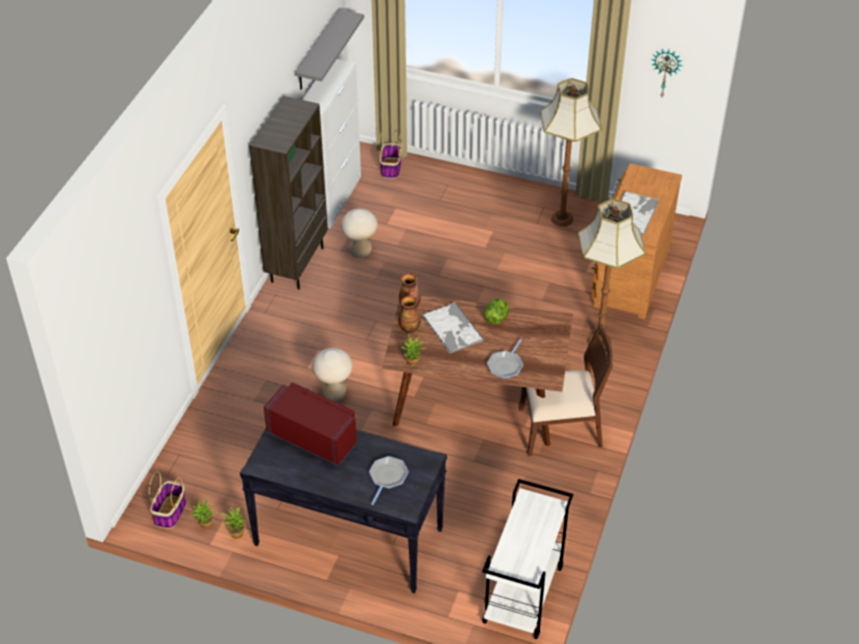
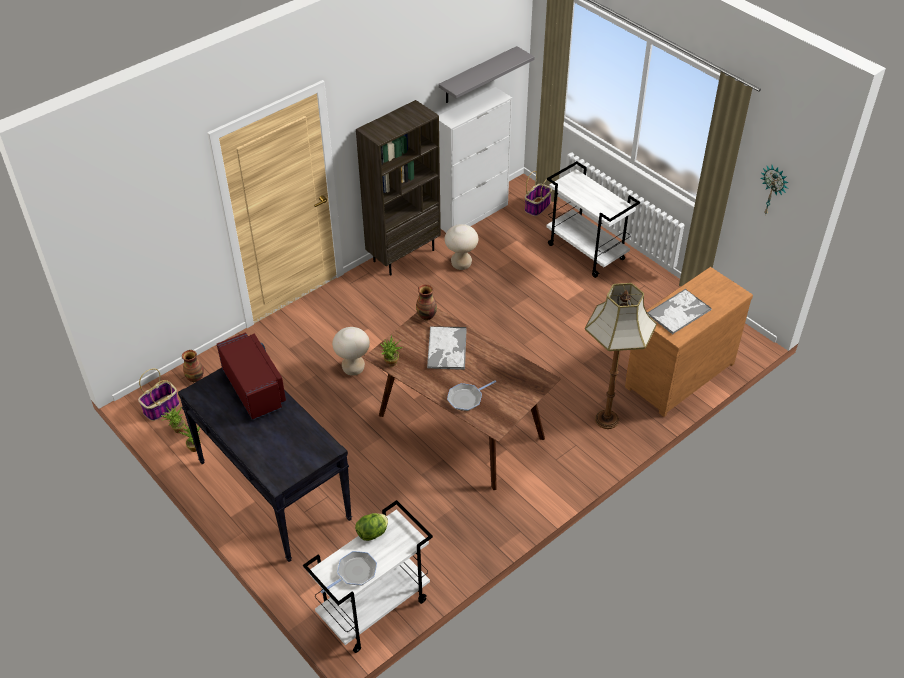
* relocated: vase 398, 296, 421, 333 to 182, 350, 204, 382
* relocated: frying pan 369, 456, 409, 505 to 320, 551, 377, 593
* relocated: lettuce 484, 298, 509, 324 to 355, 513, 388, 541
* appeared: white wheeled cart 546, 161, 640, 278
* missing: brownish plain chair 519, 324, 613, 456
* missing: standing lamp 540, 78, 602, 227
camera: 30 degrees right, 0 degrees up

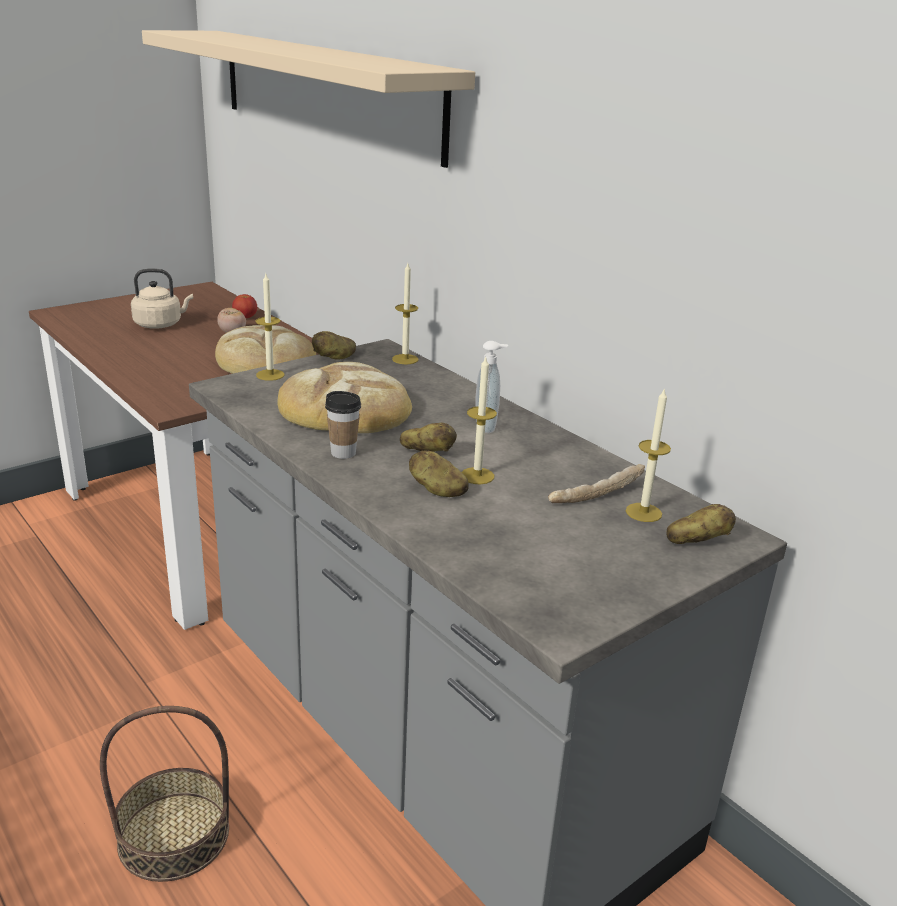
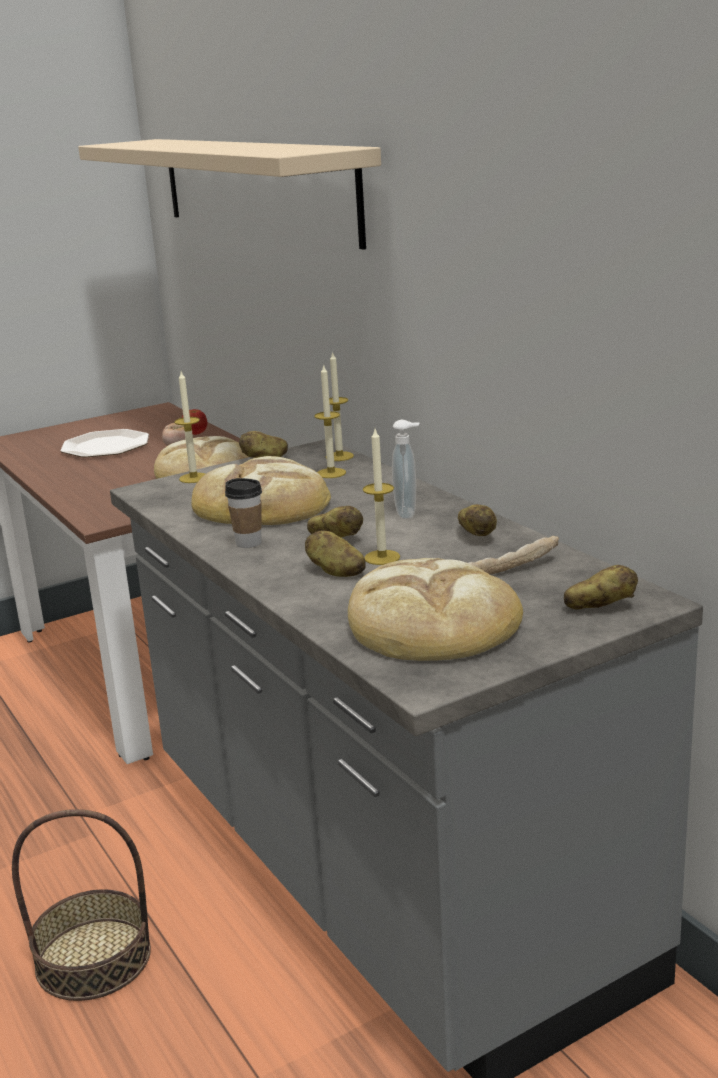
* exchanged: beige water kettle 131, 269, 193, 329 to flat dish 60, 429, 149, 457
* relocated: candle 626, 388, 671, 522 to 314, 364, 346, 478
* appeared: bread 348, 558, 523, 661
* appeared: whole potato 458, 504, 497, 536
camera: 10 degrees right, 5 degrees down

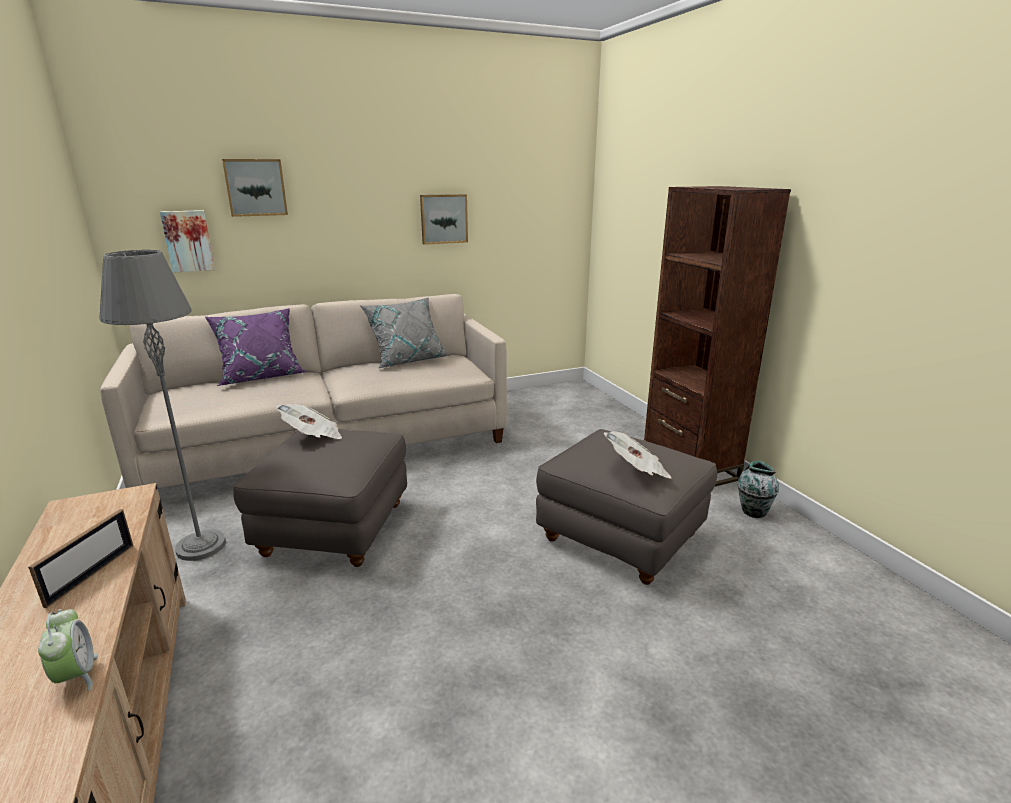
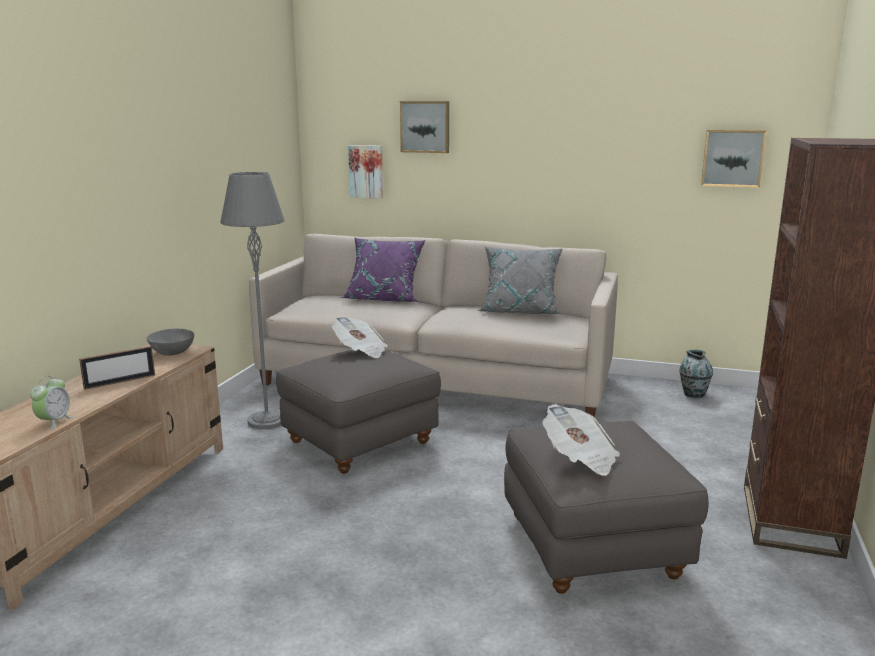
* appeared: greyish bowl 147, 329, 194, 355
* relocated: vase 738, 461, 779, 518 to 679, 350, 713, 398
* relocated: picture 420, 194, 468, 245 to 701, 130, 767, 188
camera: 40 degrees right, 5 degrees down

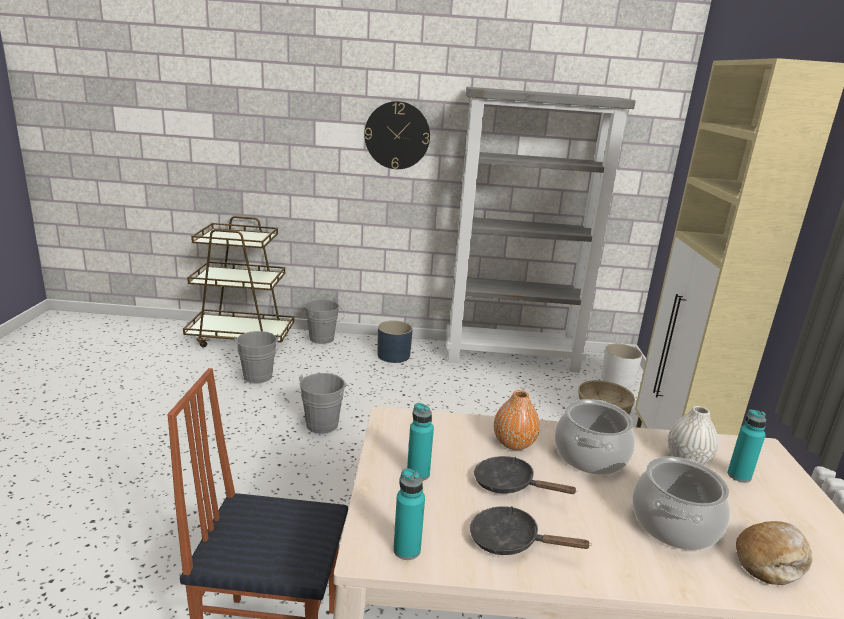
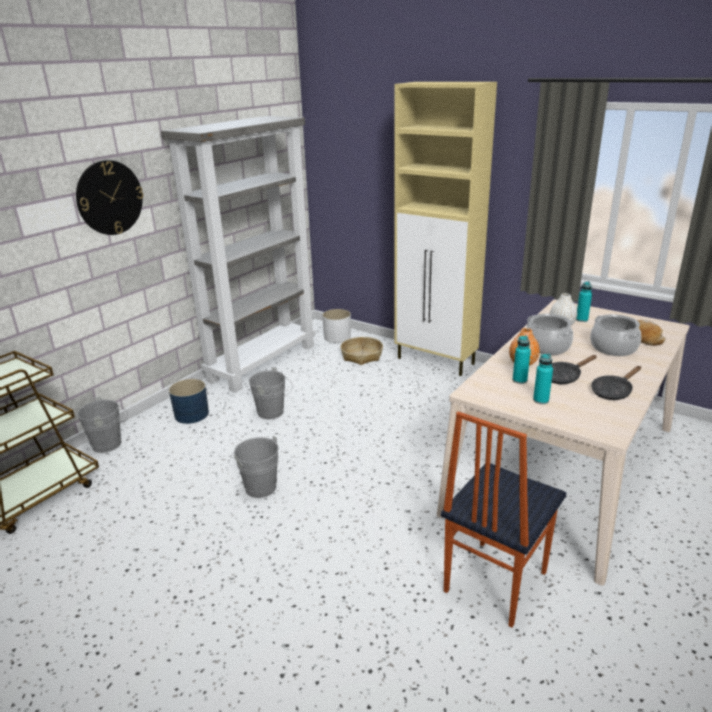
* relocated: greyish bucket 234, 331, 279, 383 to 249, 367, 292, 419
* relocated: blue-green bottle 393, 468, 425, 560 to 513, 336, 531, 384
camera: 55 degrees left, 5 degrees up

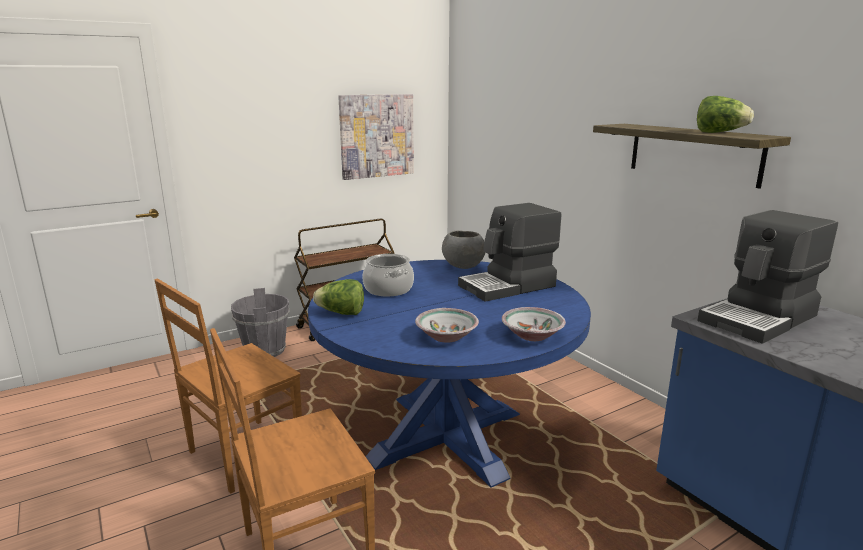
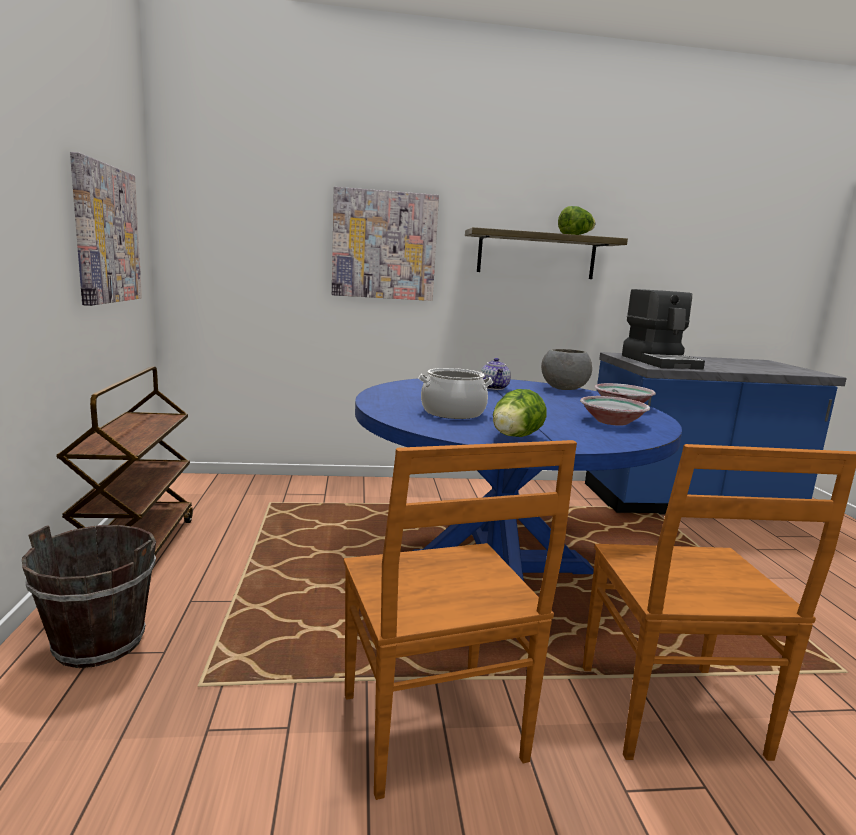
* colour: greyish bucket 231, 288, 289, 357 to brownish bucket 22, 525, 156, 668
* appeared: picture 332, 187, 439, 301
* exchanged: coffee maker 458, 203, 561, 302 to pot for tea 480, 358, 511, 390
* relocated: greyish bowl 442, 230, 486, 269 to 541, 349, 592, 390
camera: 65 degrees left, 5 degrees down

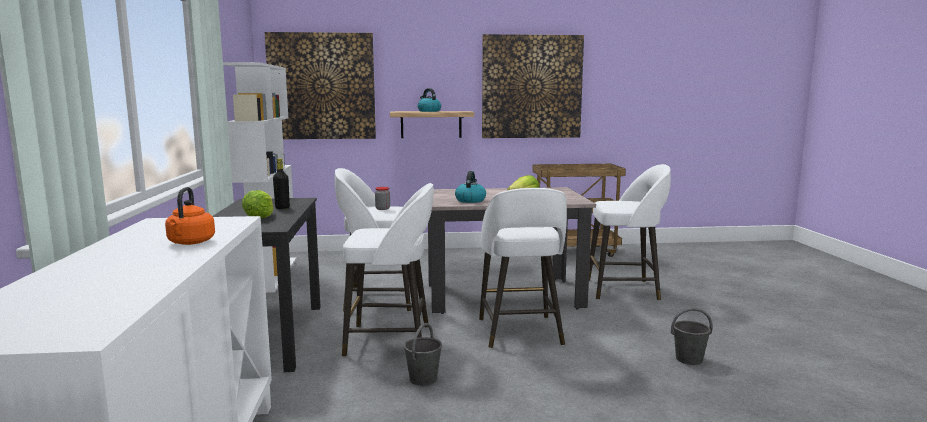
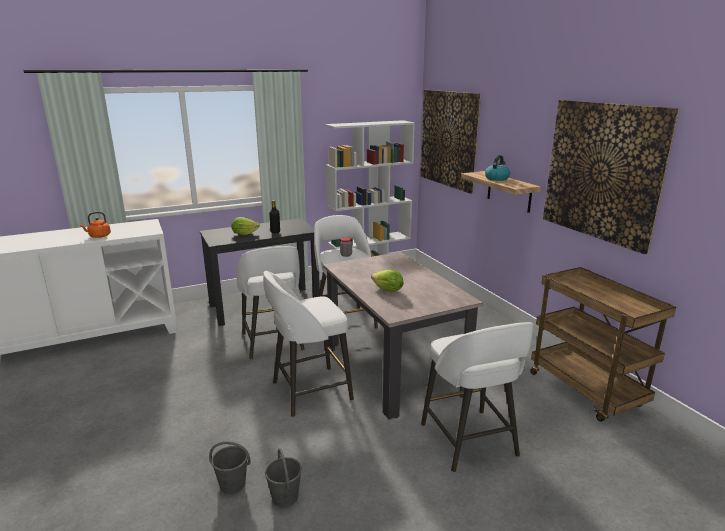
* relocated: greyish bucket 404, 323, 442, 386 to 209, 441, 251, 494
* missing: water kettle 455, 171, 486, 203
camera: 70 degrees right, 10 degrees up

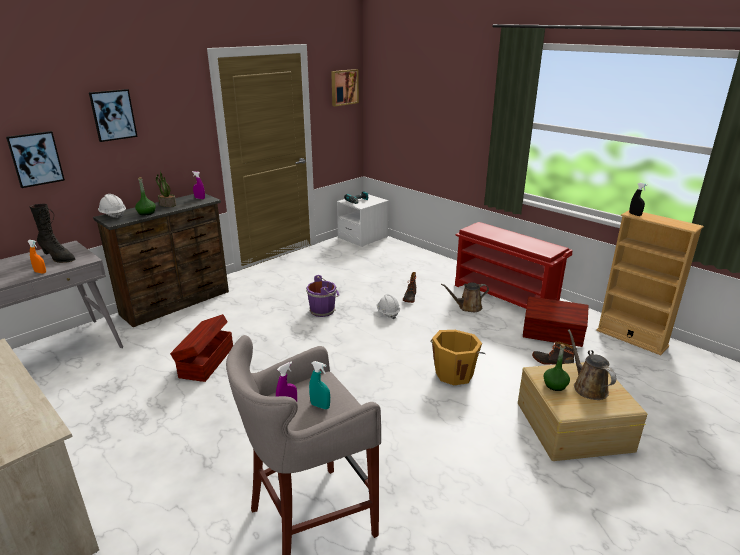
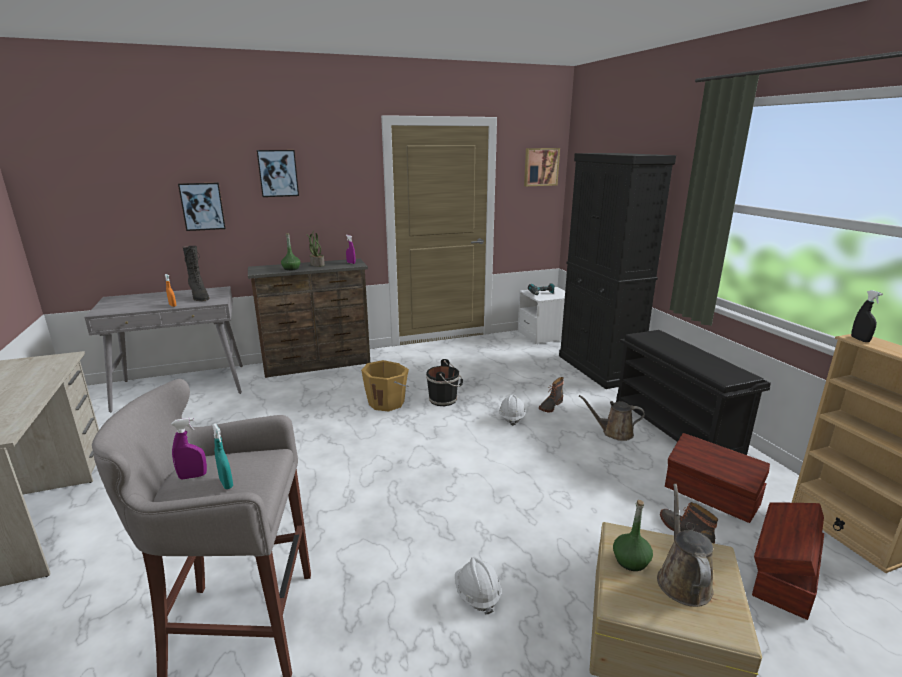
* relocated: orange-coloured bucket 430, 330, 485, 385 to 361, 360, 409, 412
* colour: purplish bucket 306, 275, 339, 317 to blackish bucket 426, 359, 463, 406
* relocated: white safety helmet 98, 194, 126, 219 to 455, 557, 501, 615
* appeared: blackish cabinet 559, 153, 676, 389
* colour: red shoe shelf 455, 222, 573, 309 to blackish shoe shelf 616, 330, 771, 455
* relocated: brownish storage container 170, 314, 233, 382 to 752, 502, 824, 620
camera: 25 degrees right, 5 degrees down

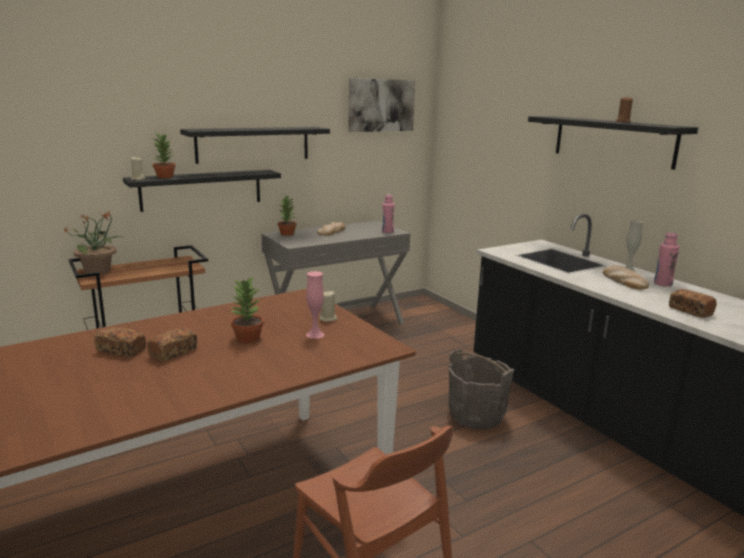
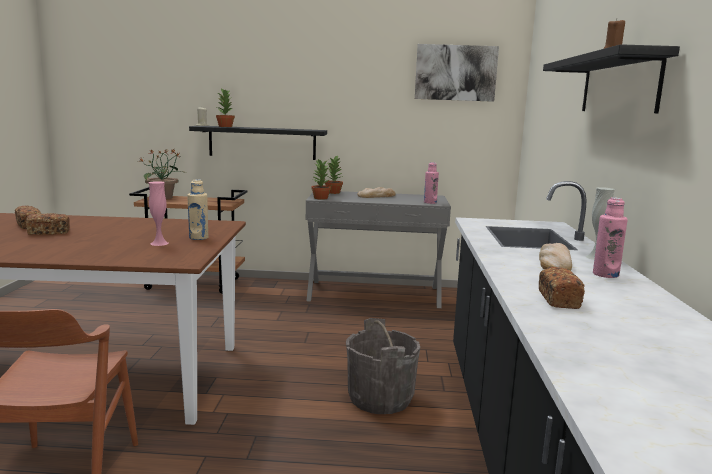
* exchanged: beige candle 320, 291, 337, 322 to beige bottle 187, 179, 209, 240
* relocated: houseplant 230, 276, 264, 343 to 311, 159, 331, 200
* missing: blackish bracket shelf 180, 127, 330, 164
camera: 35 degrees right, 5 degrees down

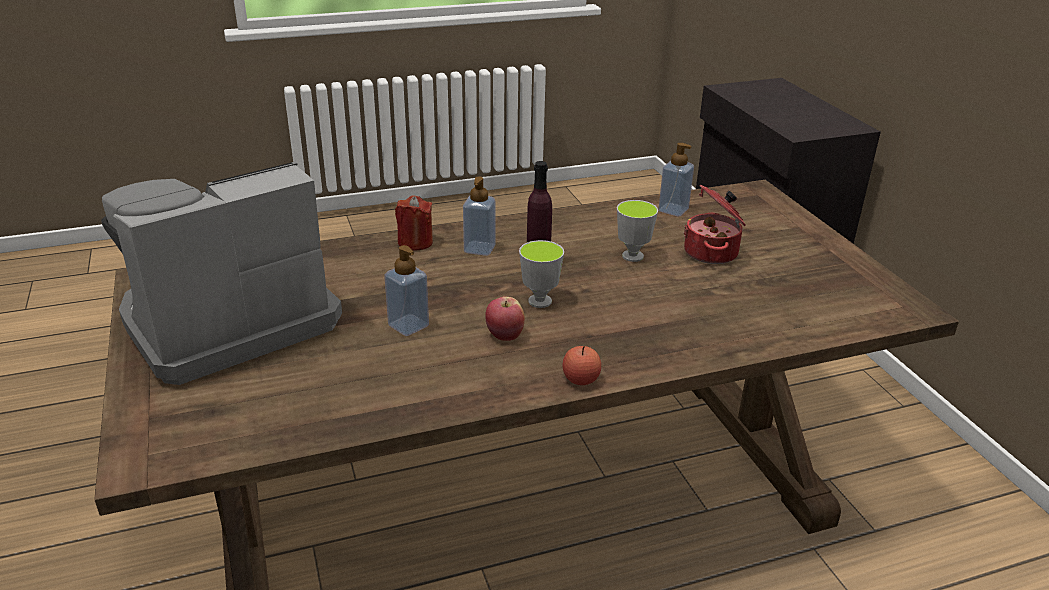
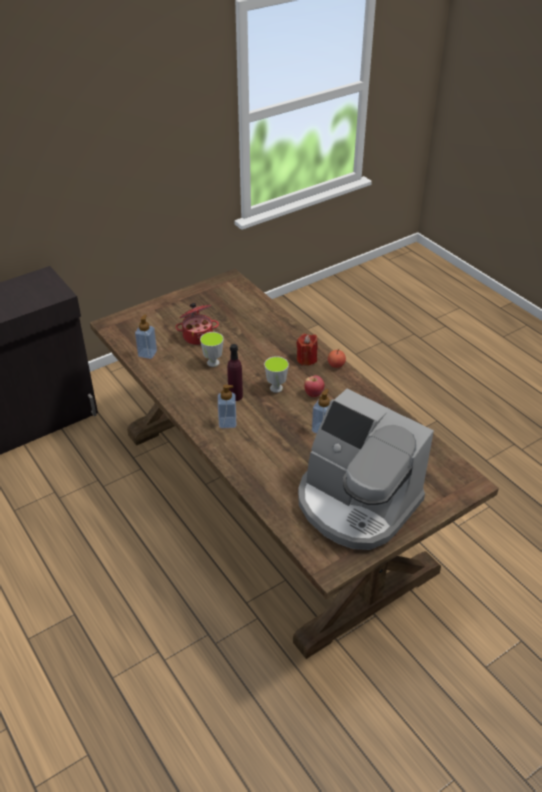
* relocated: red candle 395, 196, 433, 251 to 296, 334, 318, 366
camera: 105 degrees left, 10 degrees up

